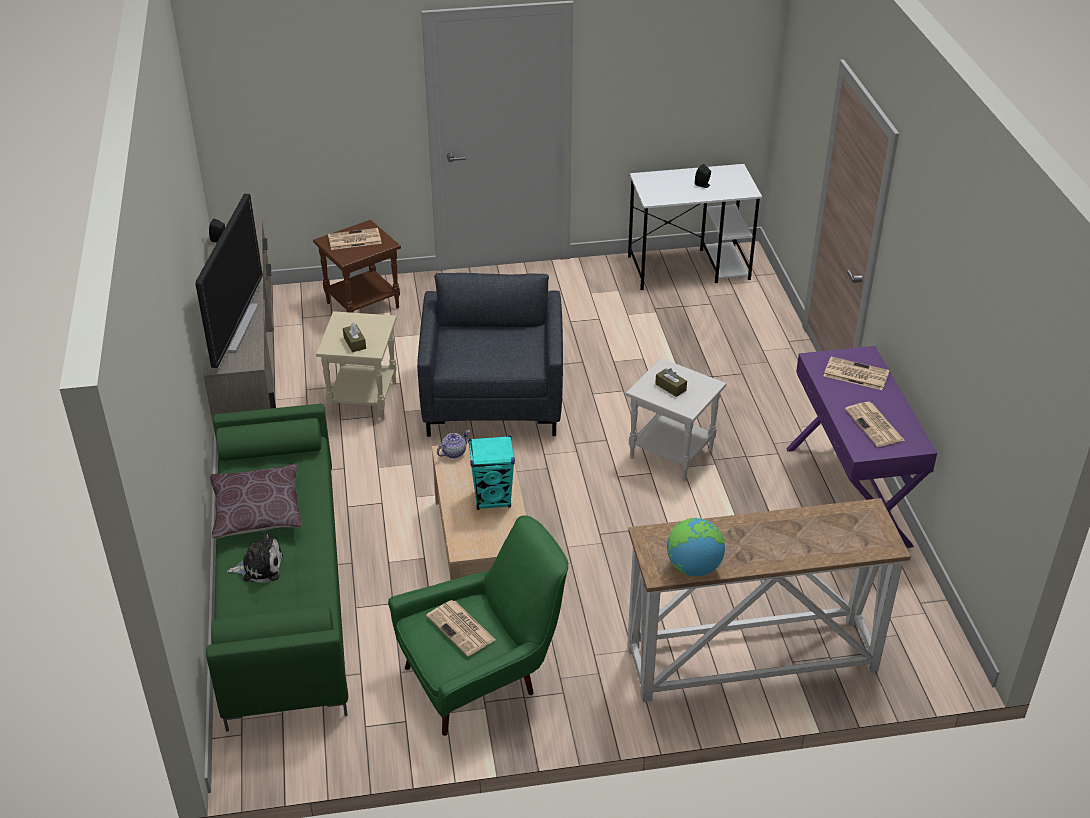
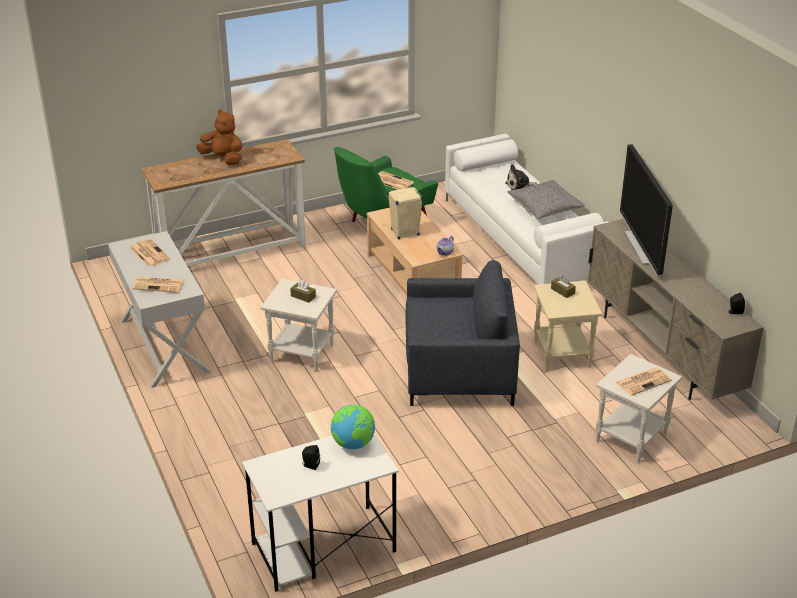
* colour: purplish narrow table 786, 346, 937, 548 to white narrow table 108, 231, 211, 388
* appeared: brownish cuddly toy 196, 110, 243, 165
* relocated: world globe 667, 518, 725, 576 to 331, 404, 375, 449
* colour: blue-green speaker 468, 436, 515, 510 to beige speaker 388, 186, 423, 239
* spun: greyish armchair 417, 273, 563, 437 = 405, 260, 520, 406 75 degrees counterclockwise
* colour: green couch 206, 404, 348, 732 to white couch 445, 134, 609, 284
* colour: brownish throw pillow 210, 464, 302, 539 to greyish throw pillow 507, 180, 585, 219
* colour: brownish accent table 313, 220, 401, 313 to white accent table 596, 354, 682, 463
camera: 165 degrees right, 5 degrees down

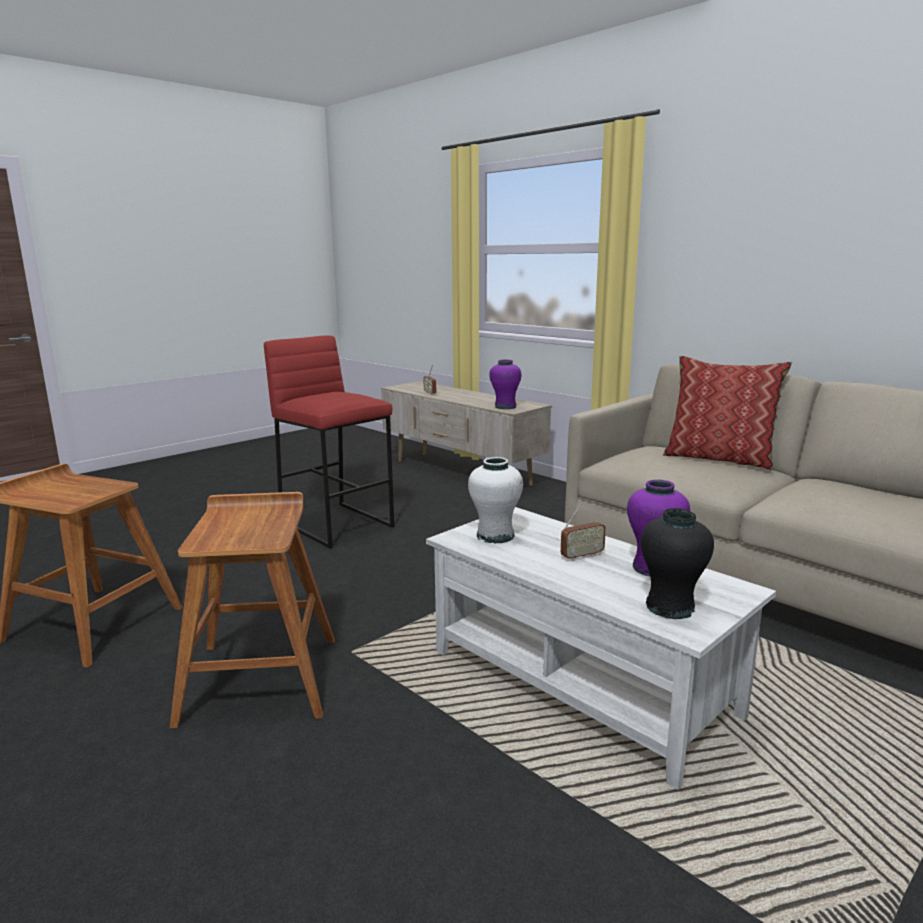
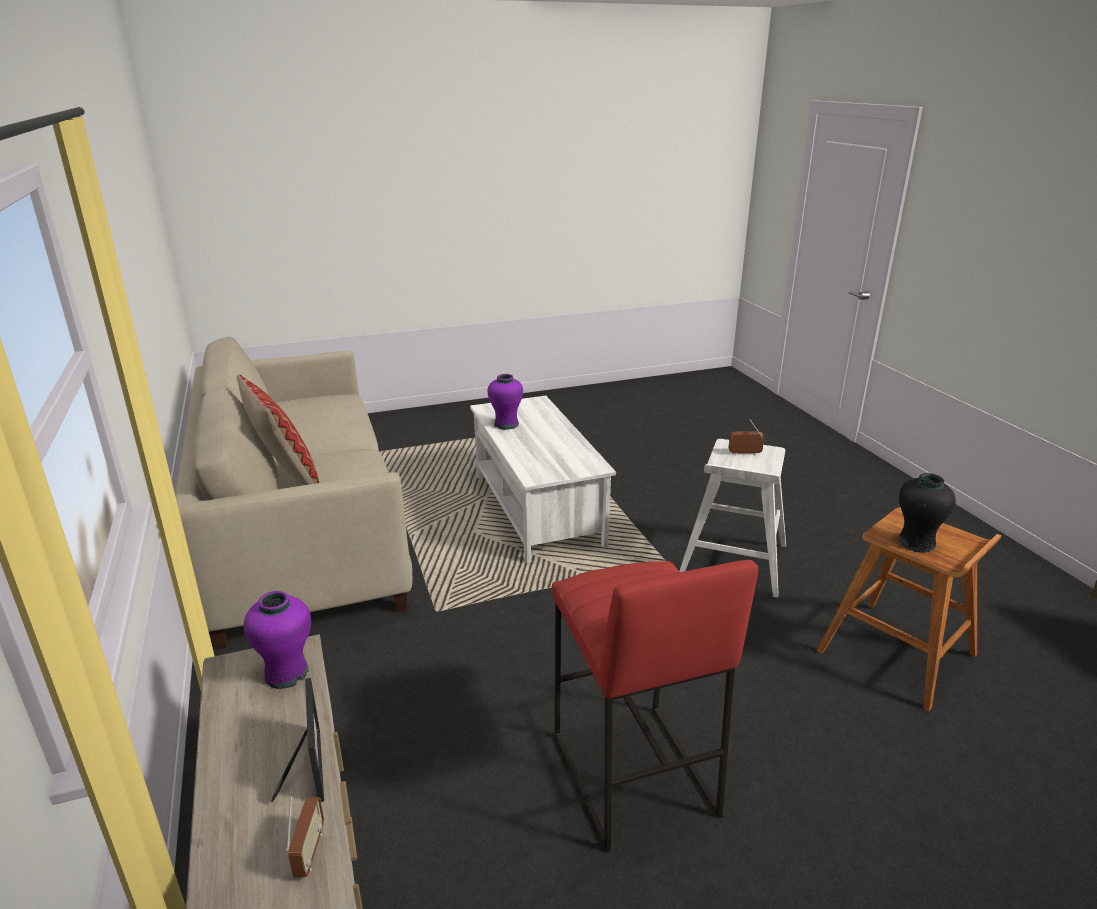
* appeared: photo frame 271, 678, 324, 802
* colour: brownish stool 170, 492, 335, 728 to white stool 679, 439, 786, 598
* relocated: radio set 561, 501, 606, 561 to 728, 419, 764, 455
* relocated: blackish vase 641, 508, 714, 619 to 898, 473, 956, 553
* missing: white vase 468, 457, 523, 543
camera: 155 degrees left, 10 degrees up

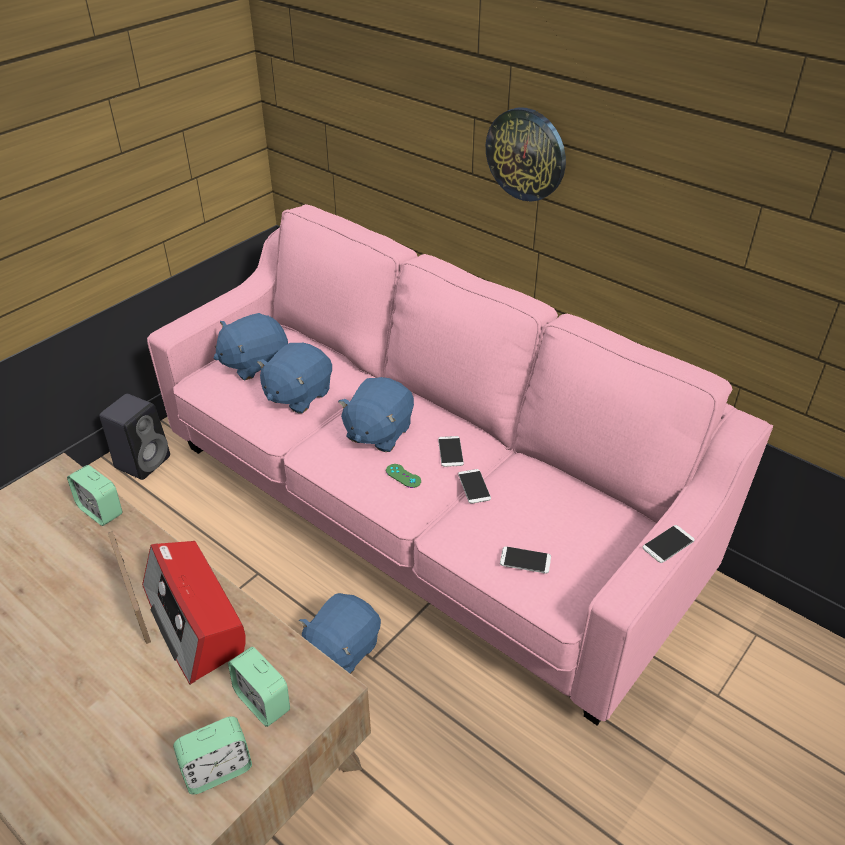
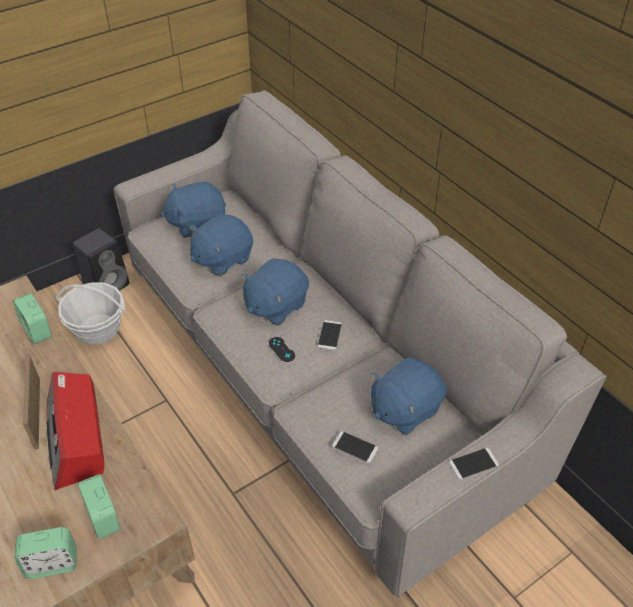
* appeared: household basket 56, 282, 126, 345
* colour: pinkish couch 147, 204, 773, 726 to greyish couch 114, 90, 606, 597
* colour: green gamepad 386, 464, 421, 488 to blackish gamepad 269, 337, 295, 362
* relocated: blue cuddly toy 299, 593, 381, 674 to 371, 357, 447, 435
* missing: handset 458, 469, 491, 504
* missing: wall clock 486, 107, 566, 202
camera: 15 degrees right, 5 degrees up

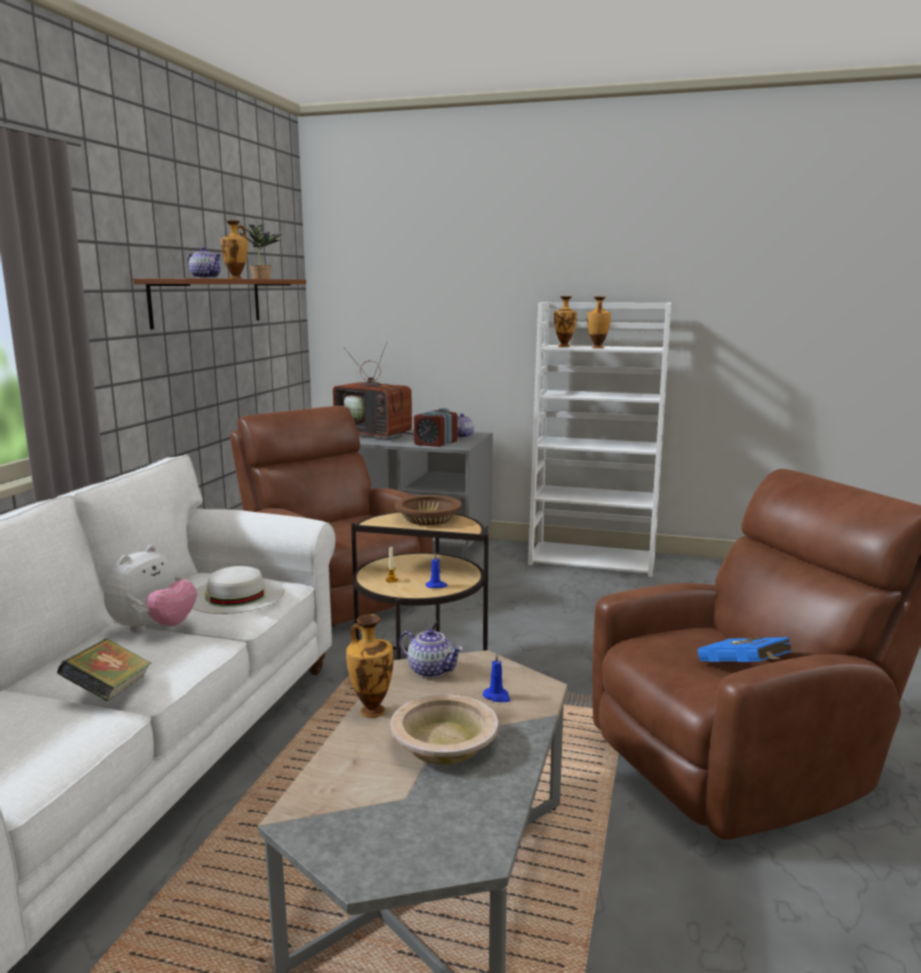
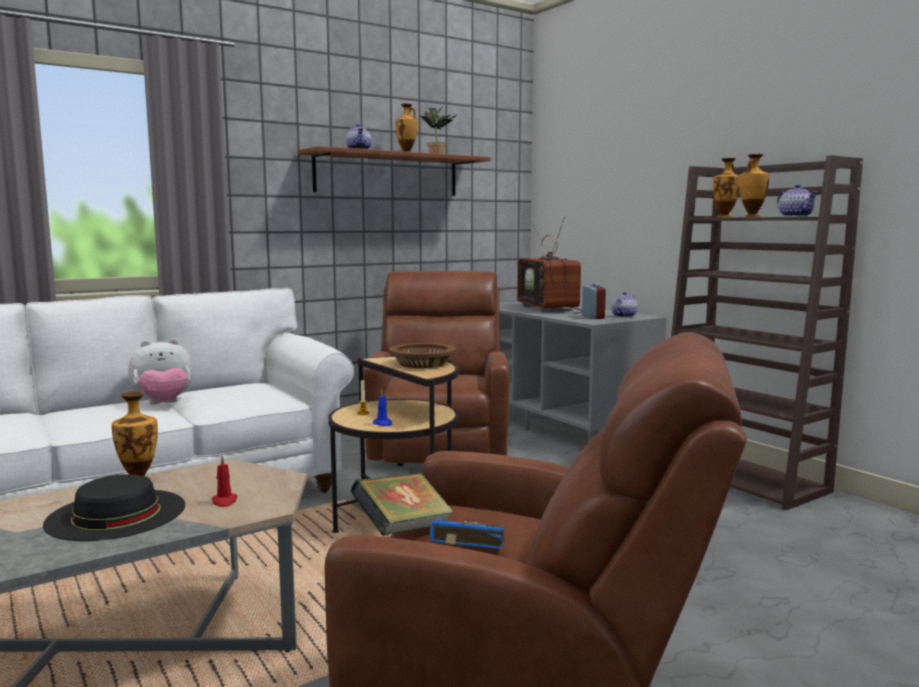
* exchanged: beige bowl 390, 694, 498, 765 to blackish clothing hat 43, 474, 185, 541
* colour: blue candle 483, 653, 510, 702 to red candle 212, 456, 237, 507
* relocated: volume 57, 638, 151, 701 to 350, 473, 453, 535
* colour: white bookcase 528, 302, 672, 577 to brownish bookcase 671, 155, 863, 510
* relocated: pot for tea 399, 629, 463, 678 to 777, 184, 818, 217
* missing: white clothing hat 192, 566, 285, 614
* missing: alarm clock 414, 412, 447, 447
camera: 40 degrees right, 5 degrees down

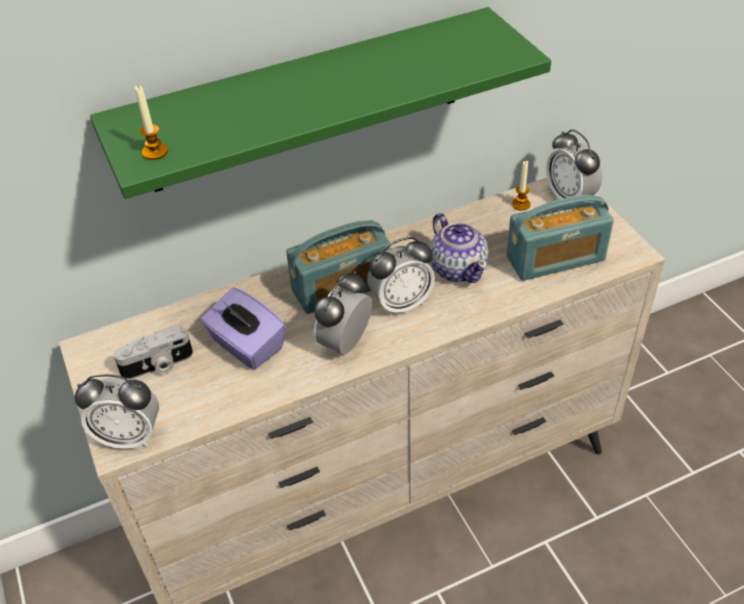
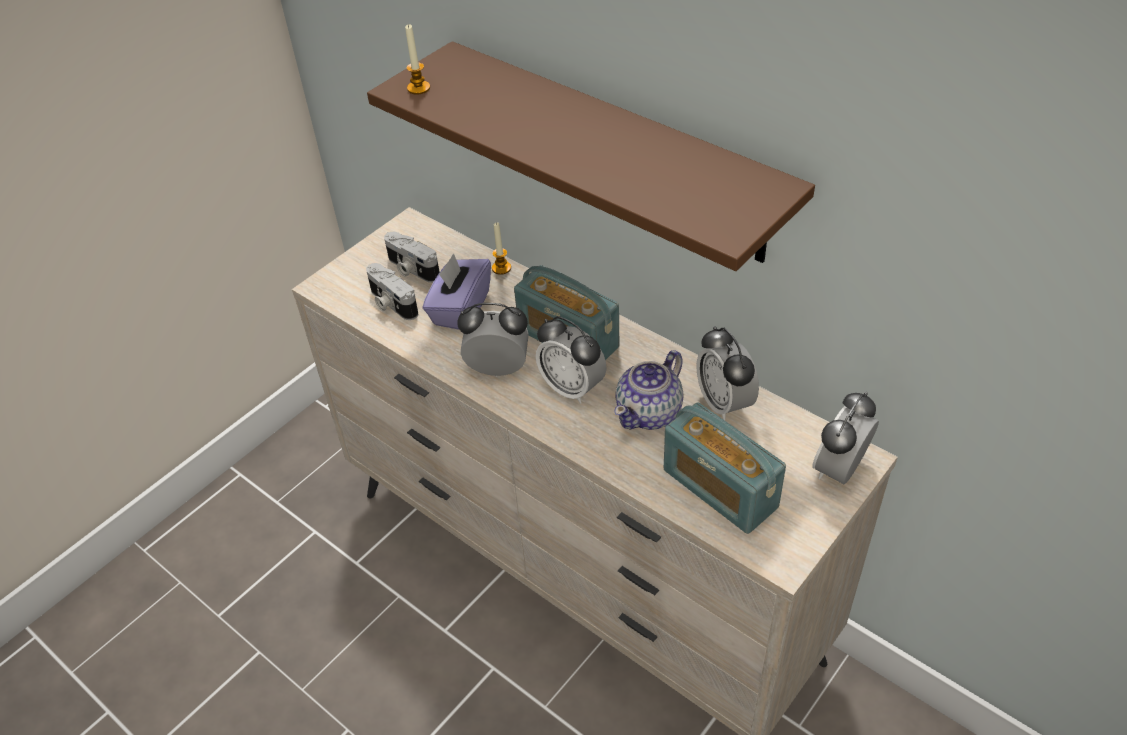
* appeared: still camera 366, 263, 418, 320
* colour: green bracket shelf 90, 7, 551, 199 to brownish bracket shelf 367, 41, 815, 271
* relocated: candle 512, 161, 530, 211 to 492, 223, 511, 275
* relocated: alarm clock 74, 374, 159, 449 to 696, 326, 759, 420
camera: 65 degrees right, 0 degrees up

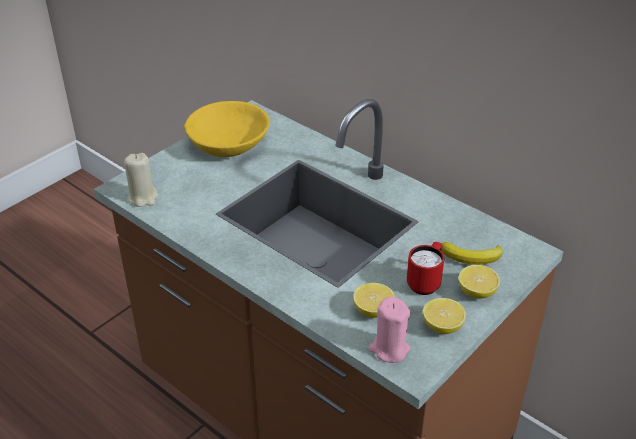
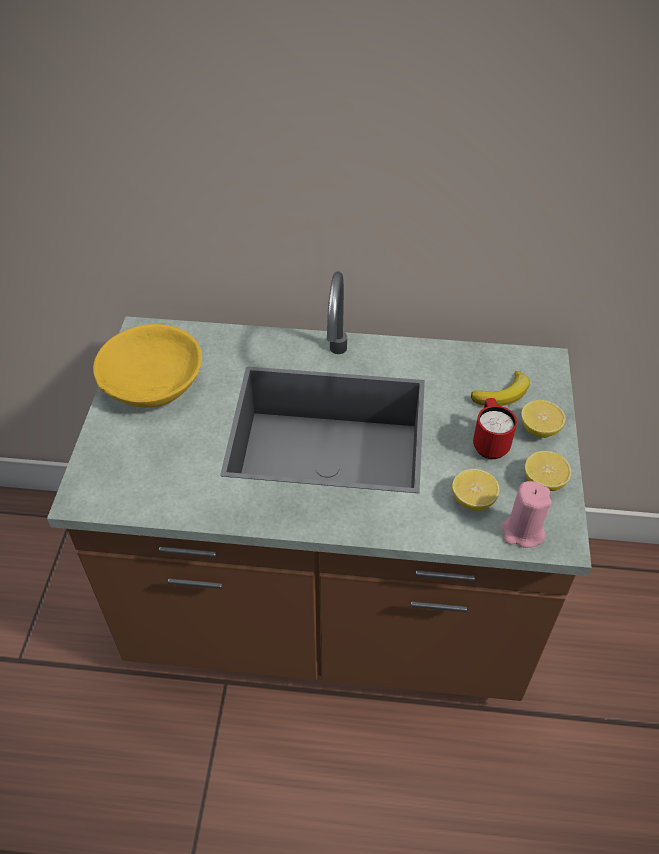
* missing: beige candle 124, 153, 158, 207
camera: 35 degrees left, 10 degrees up

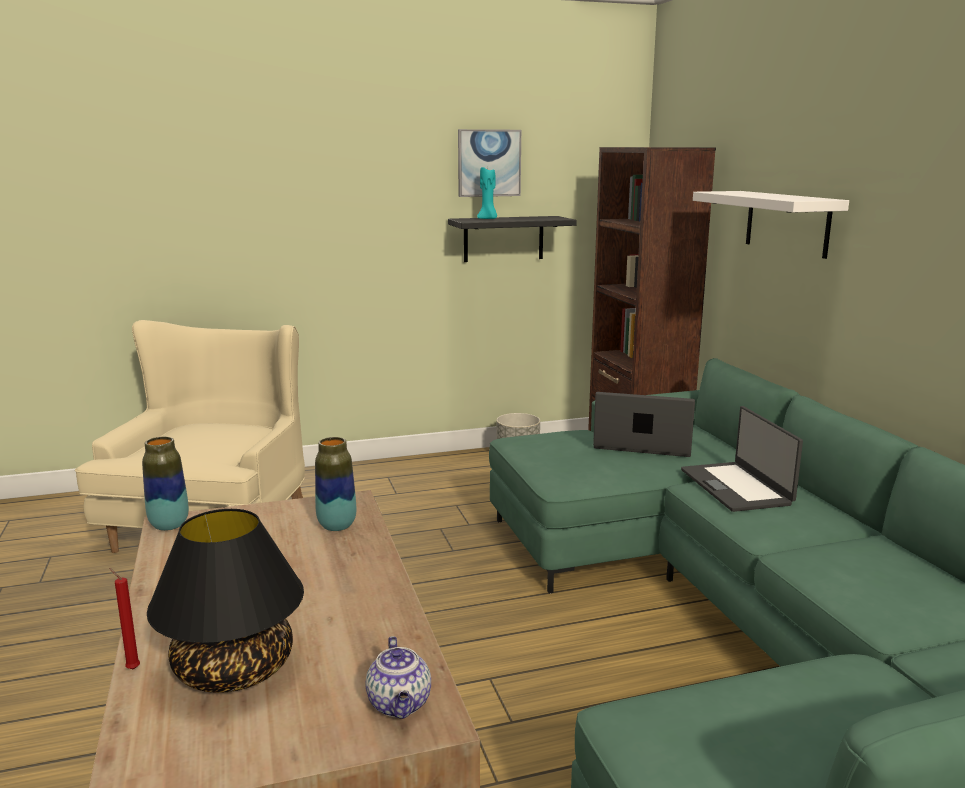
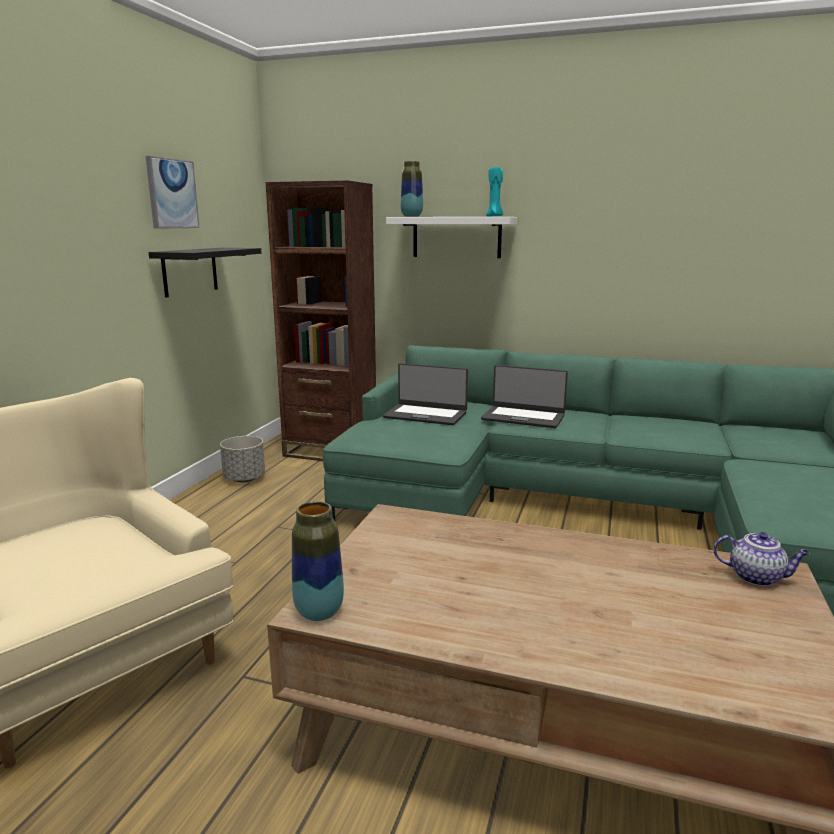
* spun: laptop 593, 392, 695, 457 = 383, 363, 468, 425 120 degrees counterclockwise
* relocated: vase 315, 437, 356, 531 to 400, 161, 423, 217
* relocated: blue-green candle 477, 167, 497, 219 to 486, 167, 503, 217
* missing: red candle 109, 568, 140, 670
* missing: blackish lamp for a table 147, 509, 304, 693
camera: 55 degrees left, 0 degrees up

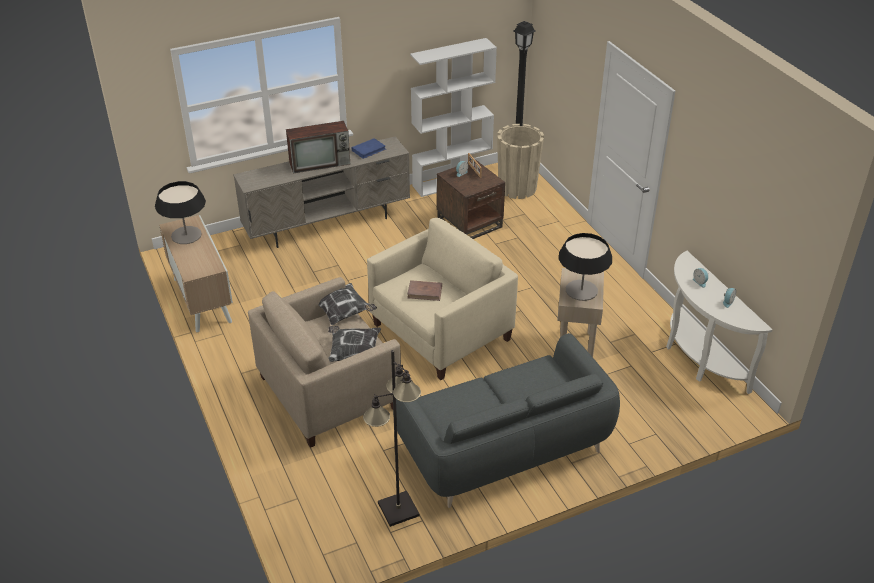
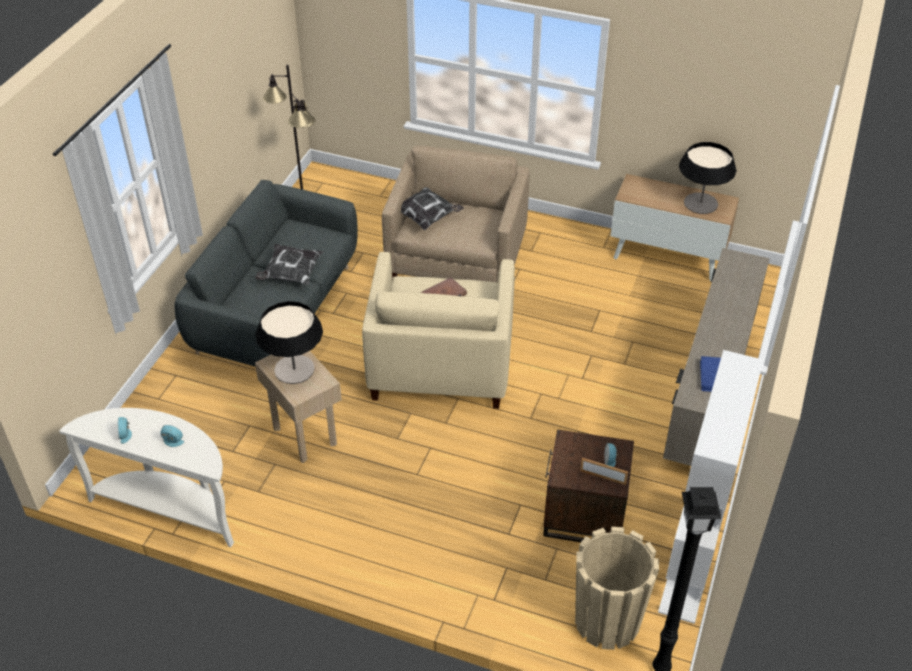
* relocated: throw pillow 318, 283, 377, 325 to 255, 244, 324, 285
* missing: TV set 286, 121, 350, 174
camera: 135 degrees right, 5 degrees up

